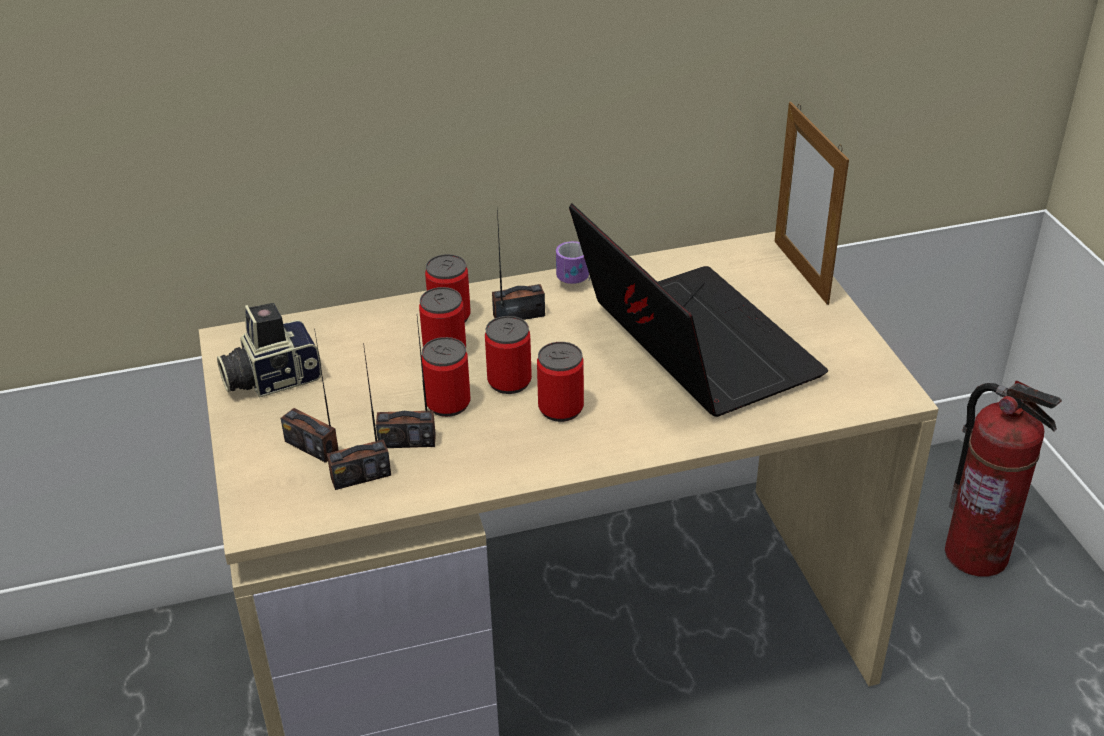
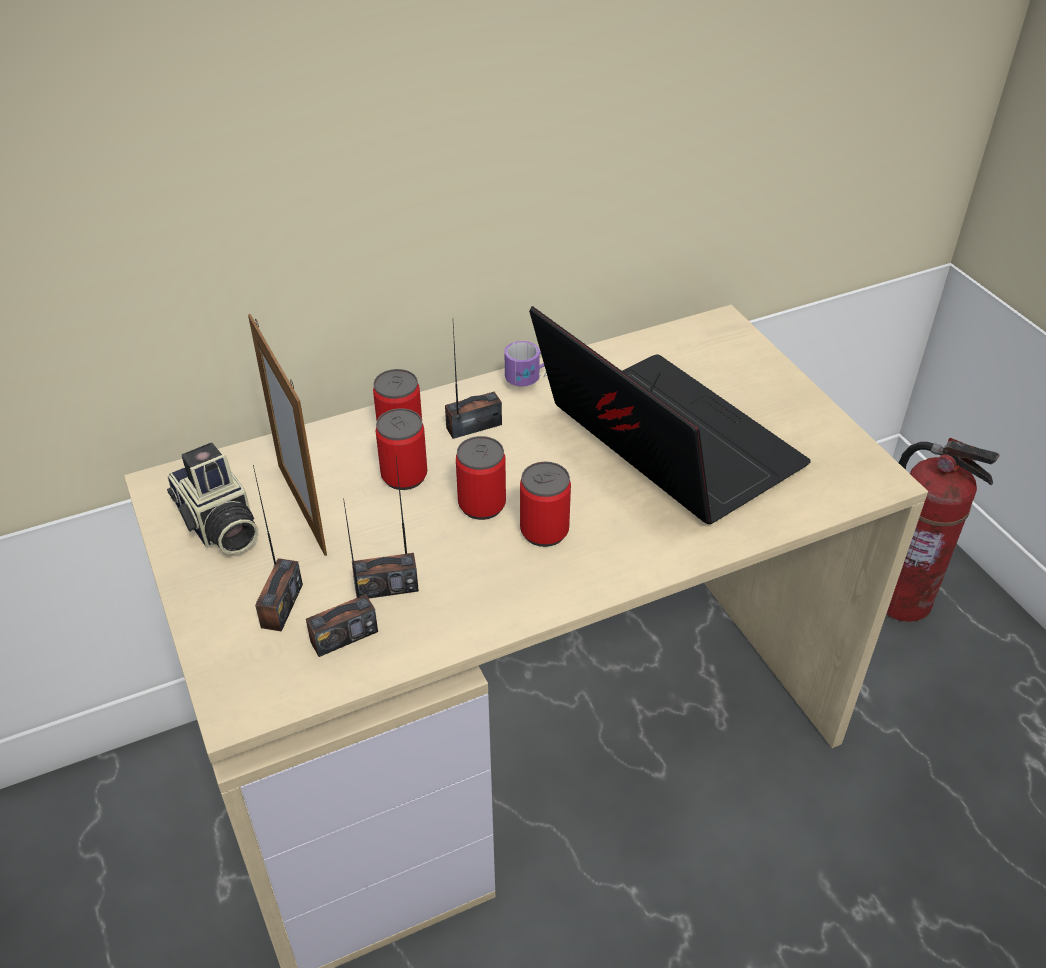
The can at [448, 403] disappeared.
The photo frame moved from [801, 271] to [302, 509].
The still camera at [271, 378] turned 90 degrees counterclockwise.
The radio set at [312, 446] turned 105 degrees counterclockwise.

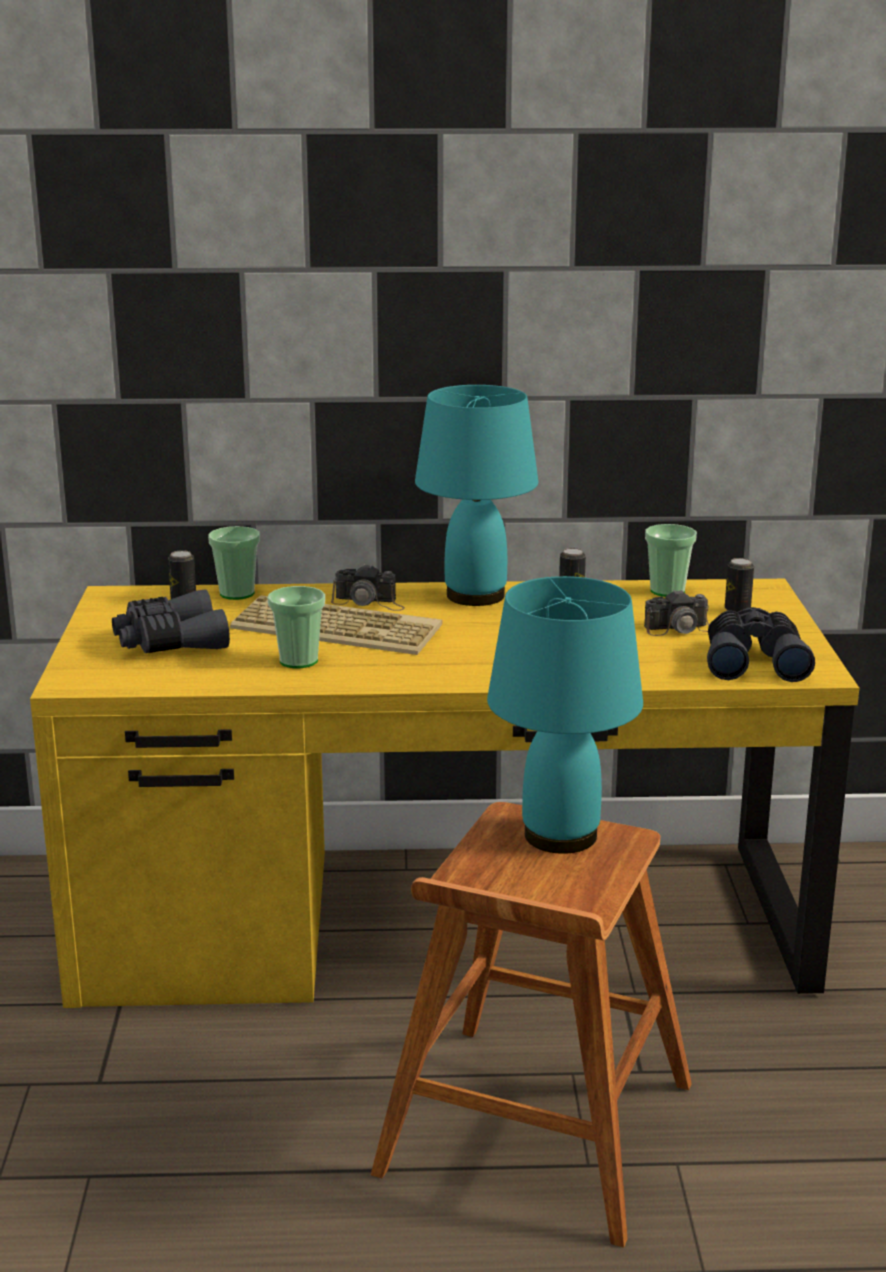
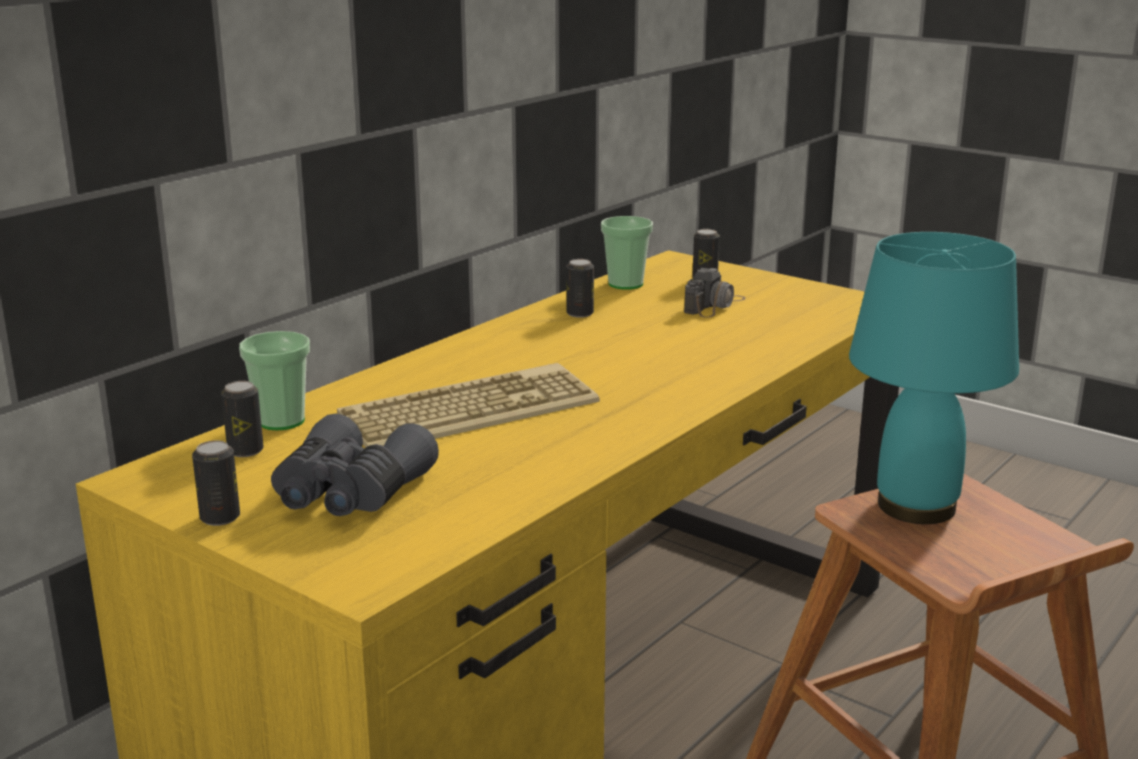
The drinking cup at [298, 661] disappeared.
The still camera at [369, 602] disappeared.
The blue-green table lamp at [476, 595] disappeared.
The gray binoculars at [754, 661] disappeared.
The can at [220, 518] appeared.

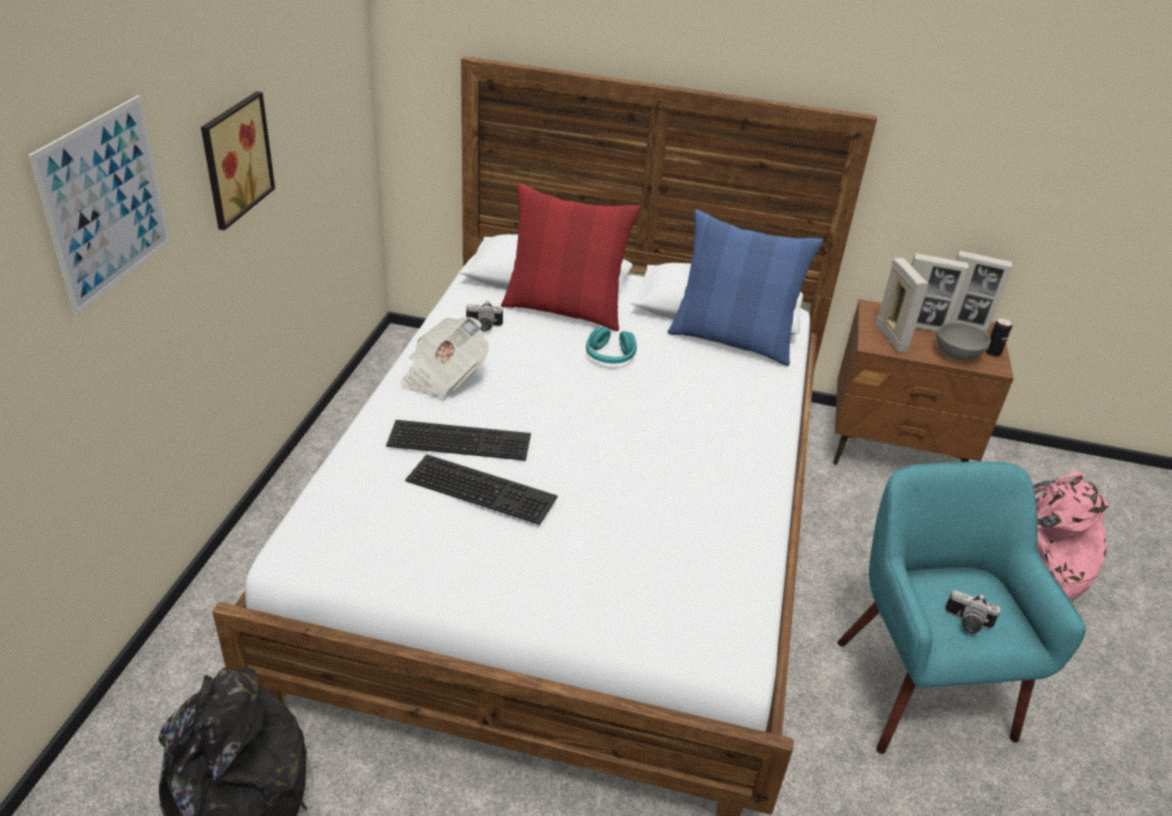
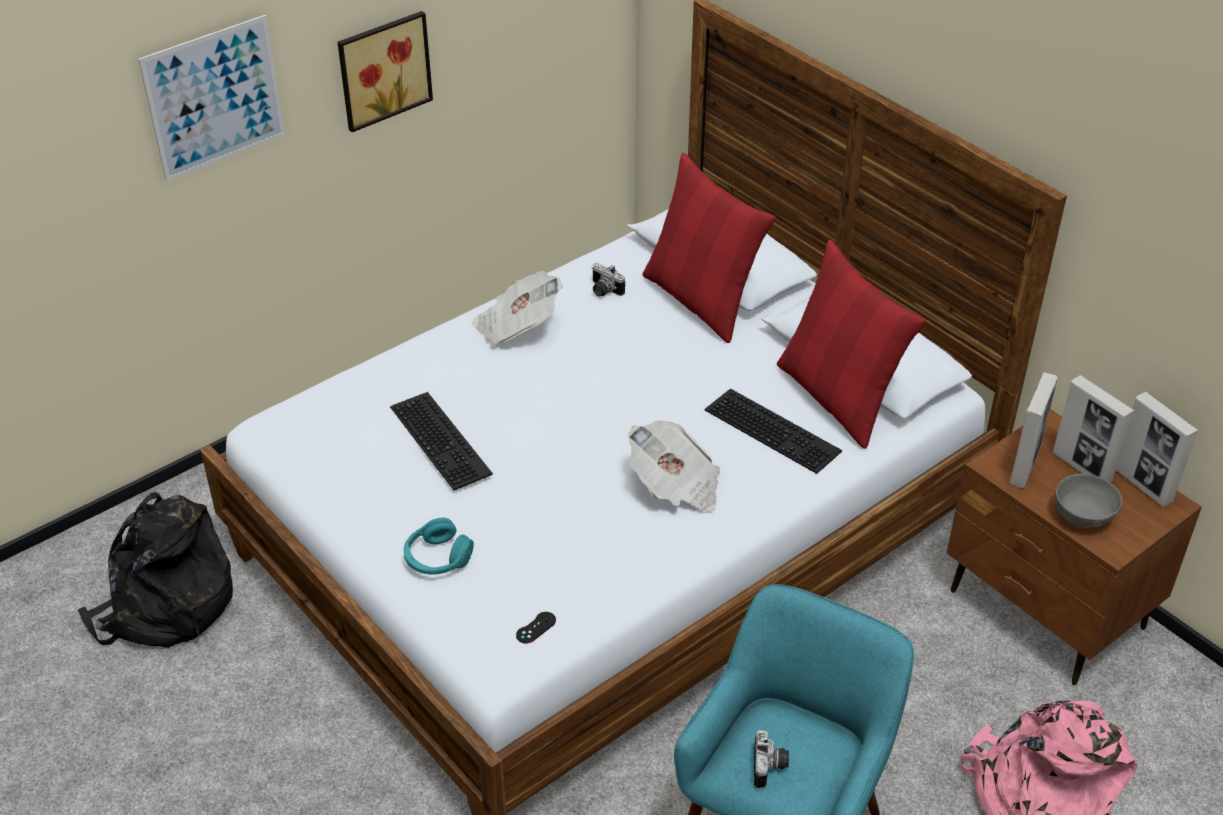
The can at [993, 352] disappeared.
The blackish joypad at [536, 628] appeared.
The newspaper at [675, 486] appeared.
The keyboard moved from [461, 439] to [775, 430].
The blue-green headphones moved from [609, 356] to [437, 558].
The bluish throw pillow at [732, 340] became the red-coloured throw pillow at [837, 398].
The still camera at [967, 623] turned 150 degrees counterclockwise.

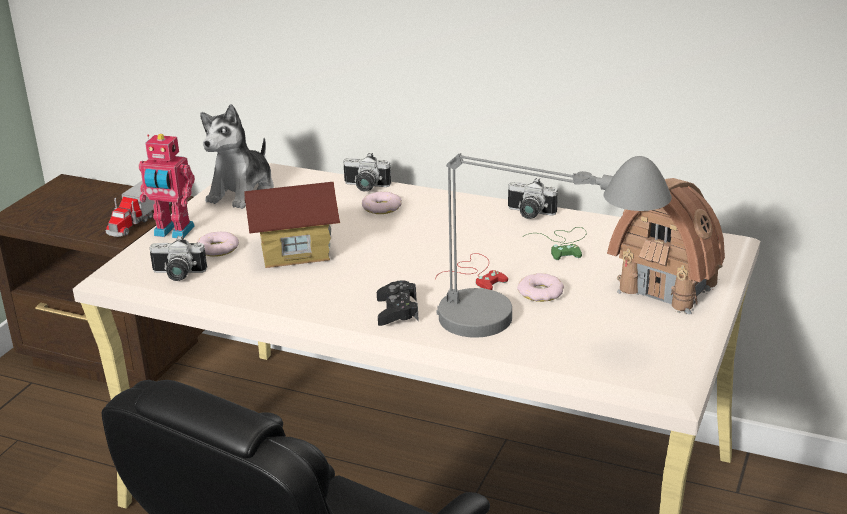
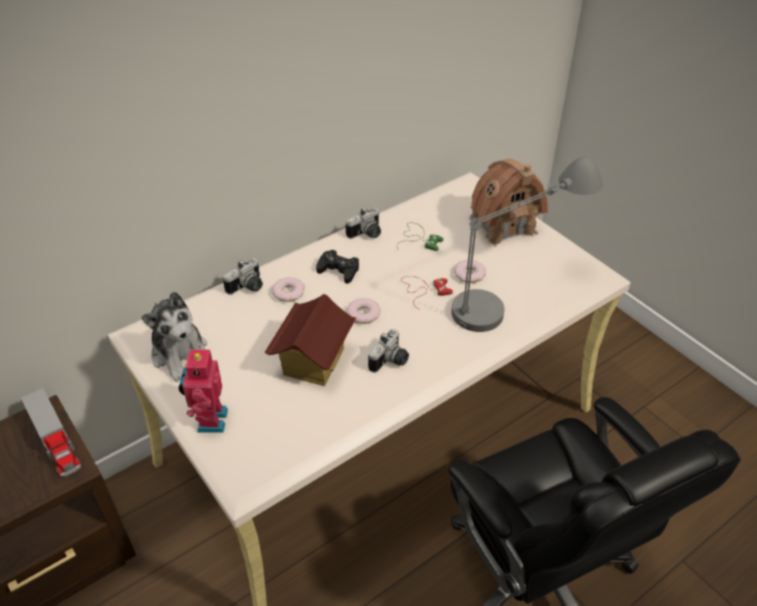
The still camera moved from [177, 275] to [391, 361].
The ring doughnut moved from [217, 248] to [363, 314].
The blackish joypad moved from [397, 311] to [338, 270].
The model robot at [173, 232] turned 135 degrees clockwise.

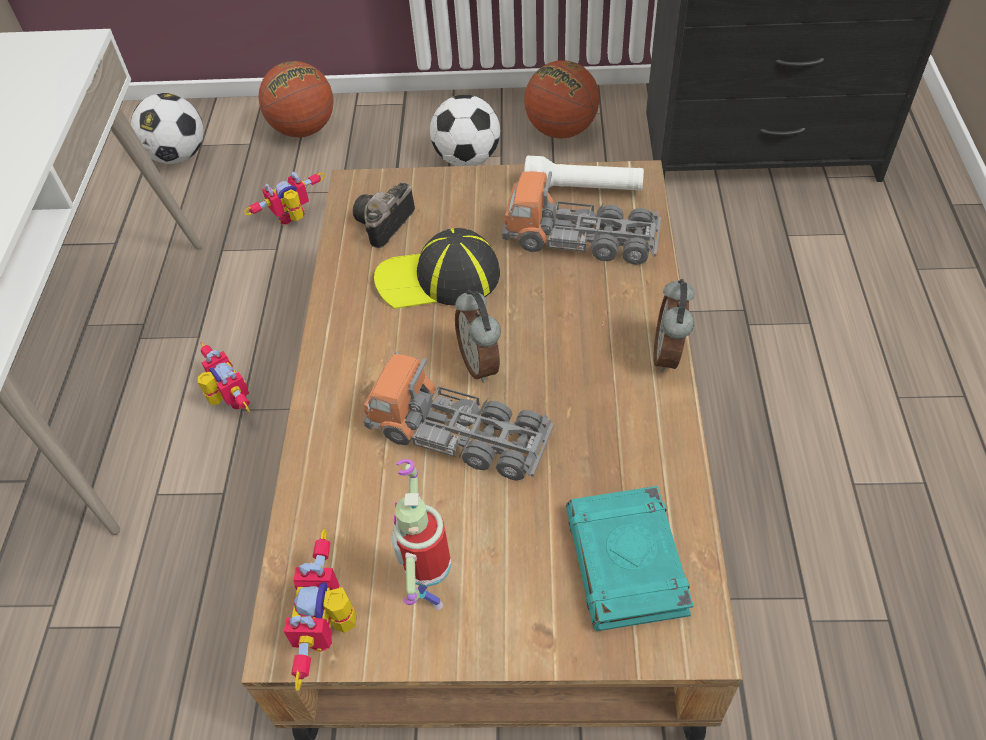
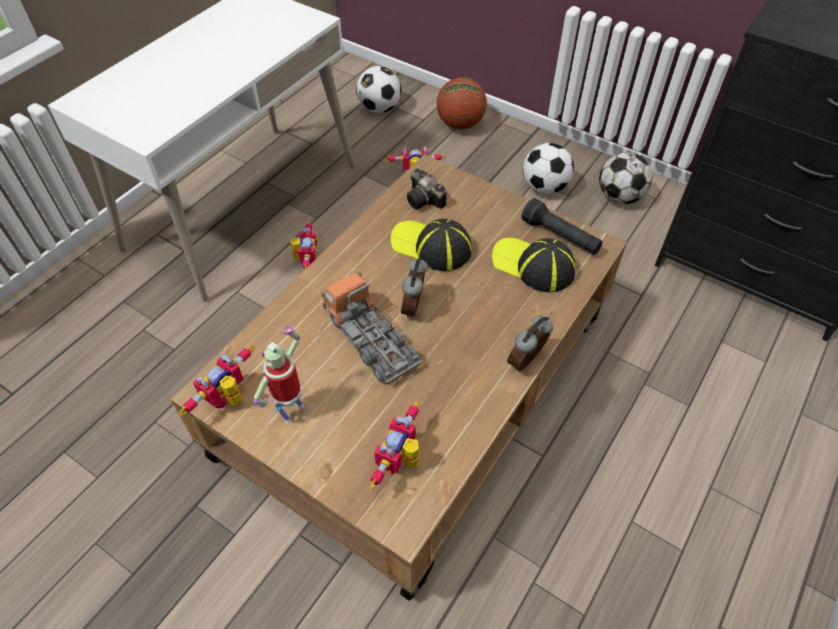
The model truck at [581, 239] was replaced by the peaked cap at [533, 266].
The basketball ball at [561, 130] was replaced by the football ball at [619, 197].
The blue-green book at [627, 563] was replaced by the model robot at [401, 462].
The white torch at [583, 190] became the blackish torch at [560, 236].
The still camera at [383, 226] turned 105 degrees counterclockwise.

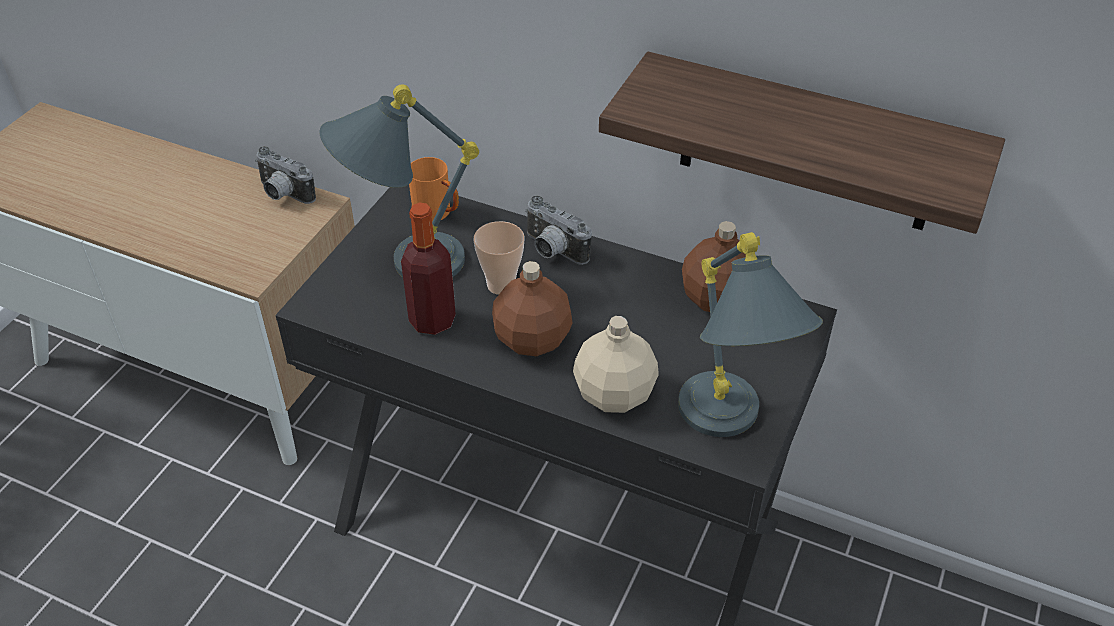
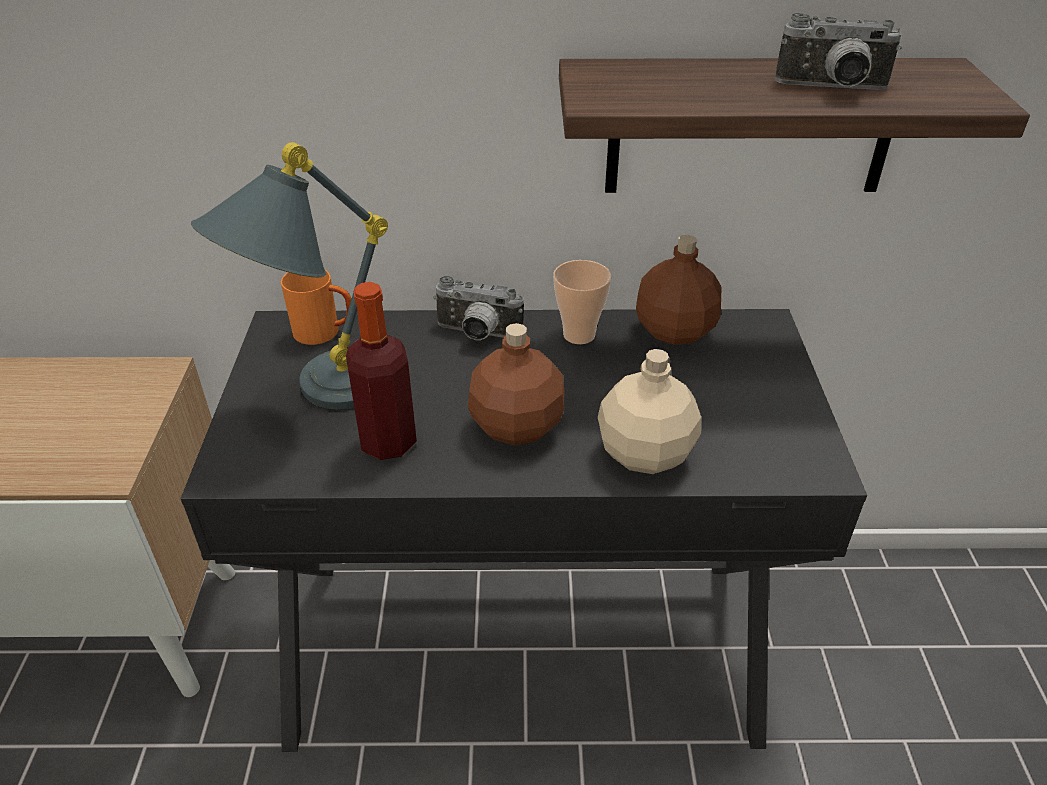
The gray table lamp at [729, 429] disappeared.
The still camera moved from [283, 194] to [832, 89].
The drinking cup moved from [501, 285] to [579, 335].

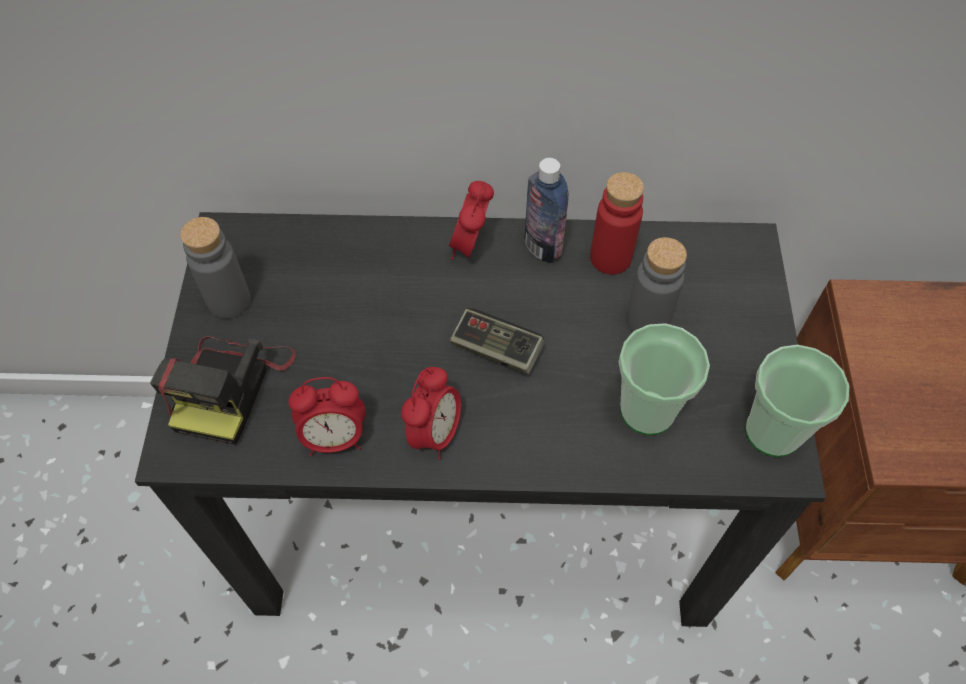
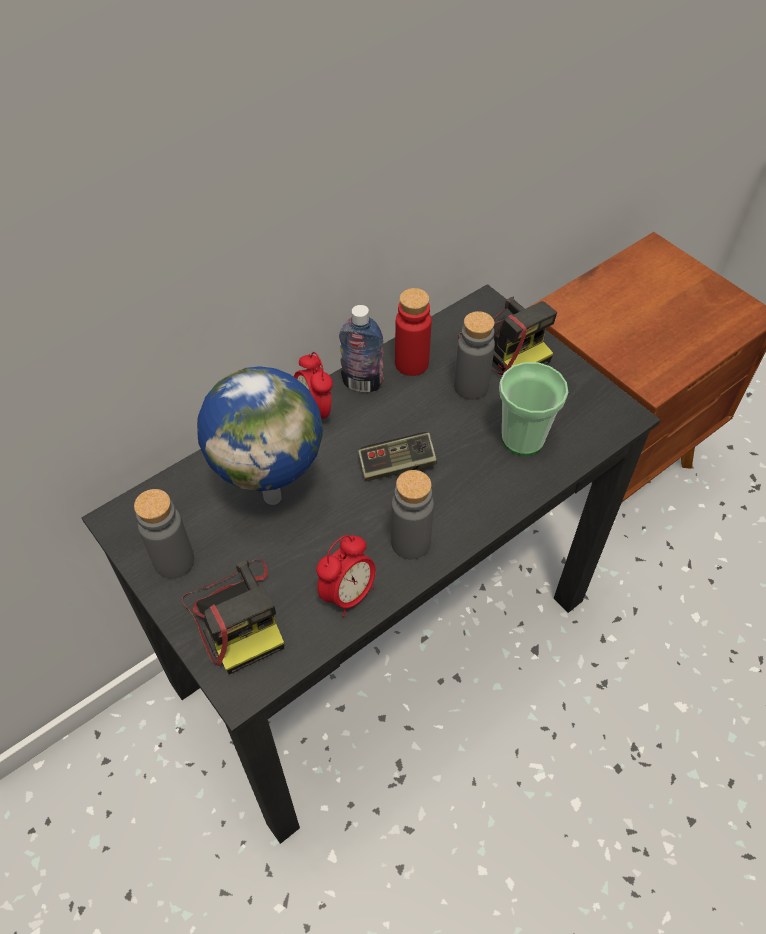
The drinking cup at [773, 431] disappeared.
The desk globe at [273, 495] appeared.
The still camera at [505, 344] appeared.
The alarm clock at [435, 433] was replaced by the gray drink bottle at [410, 542].

